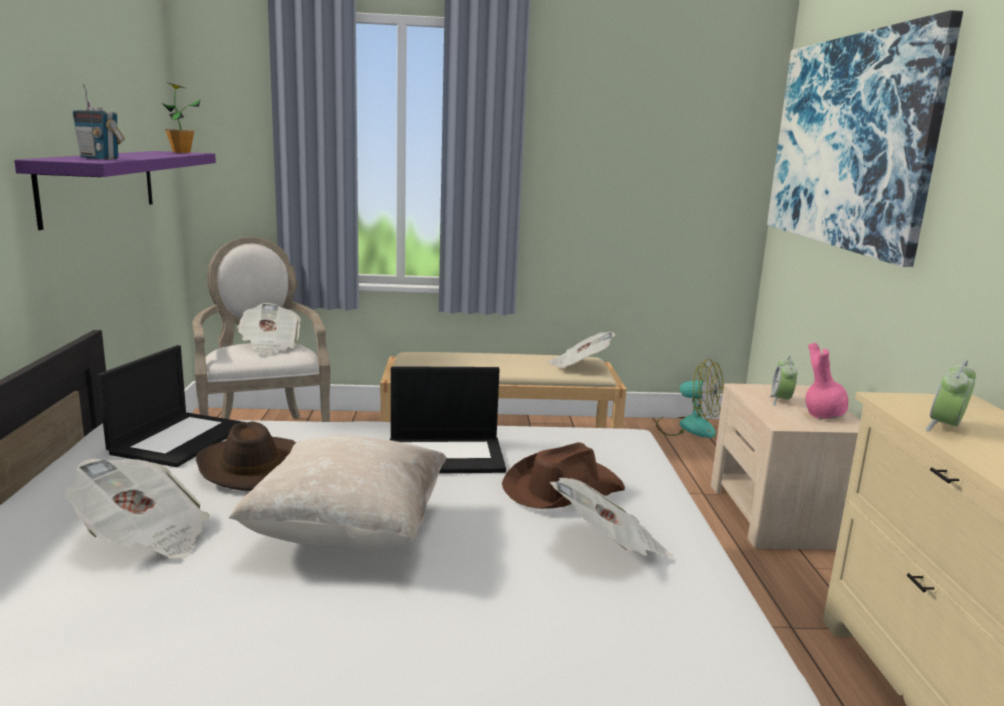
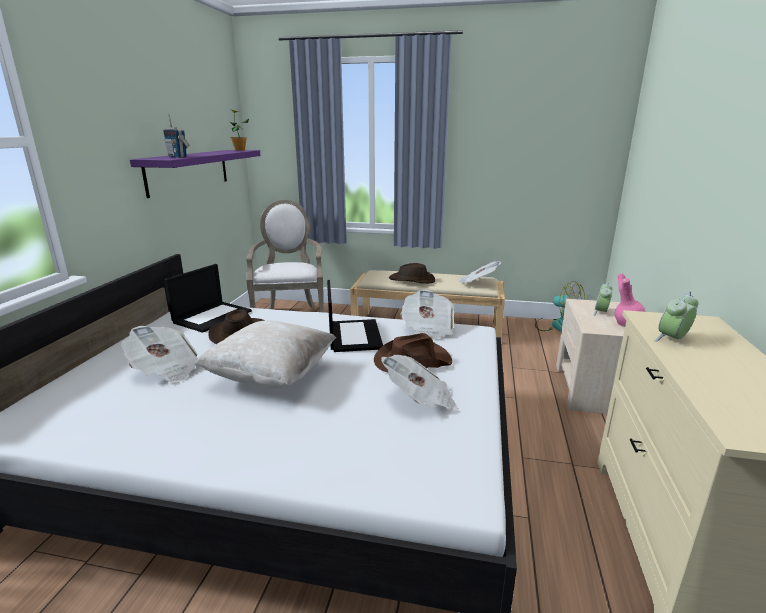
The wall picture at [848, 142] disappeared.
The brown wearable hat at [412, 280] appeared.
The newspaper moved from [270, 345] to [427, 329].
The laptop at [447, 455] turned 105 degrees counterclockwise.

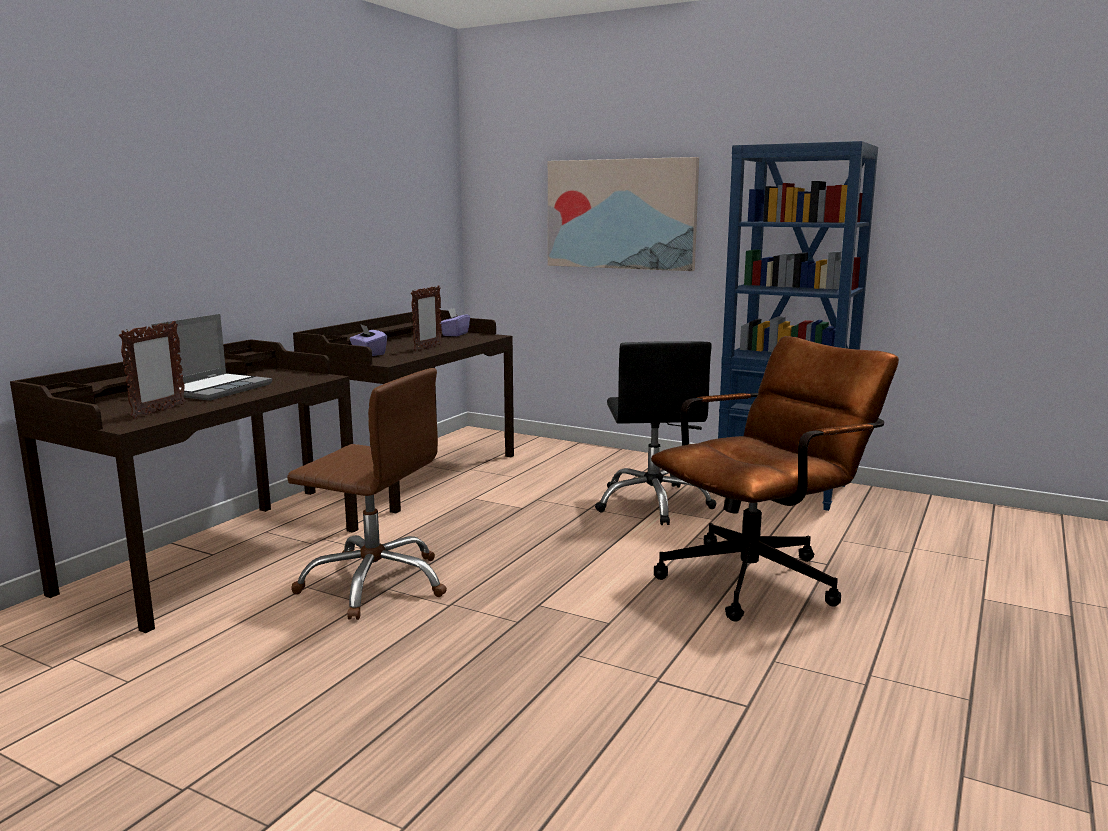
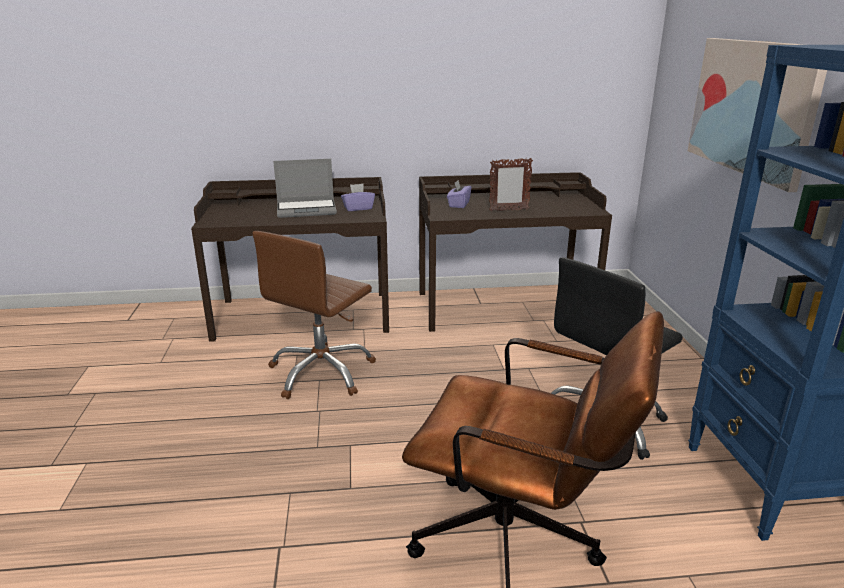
The photo frame at [158, 411] disappeared.
The purplish tissue holder moved from [455, 334] to [358, 208].
The brown desk chair at [375, 583] turned 45 degrees clockwise.

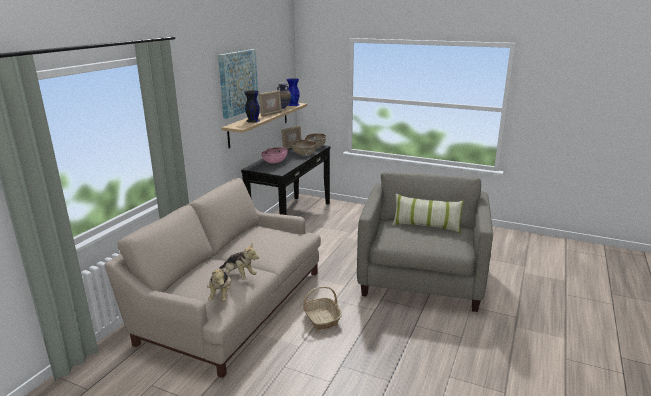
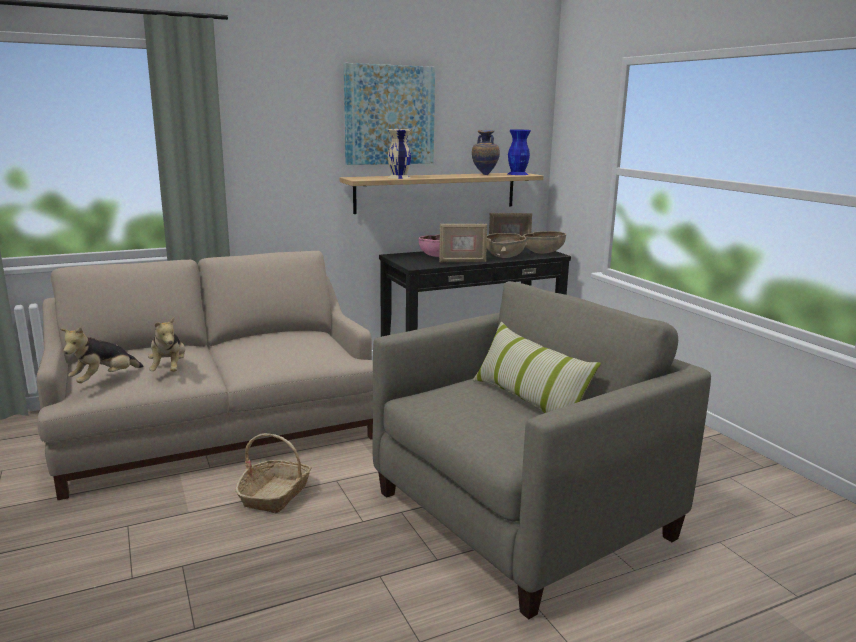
The photo frame moved from [270, 114] to [462, 261].
The blackish vase at [253, 120] became the beige-coloured vase at [398, 177].

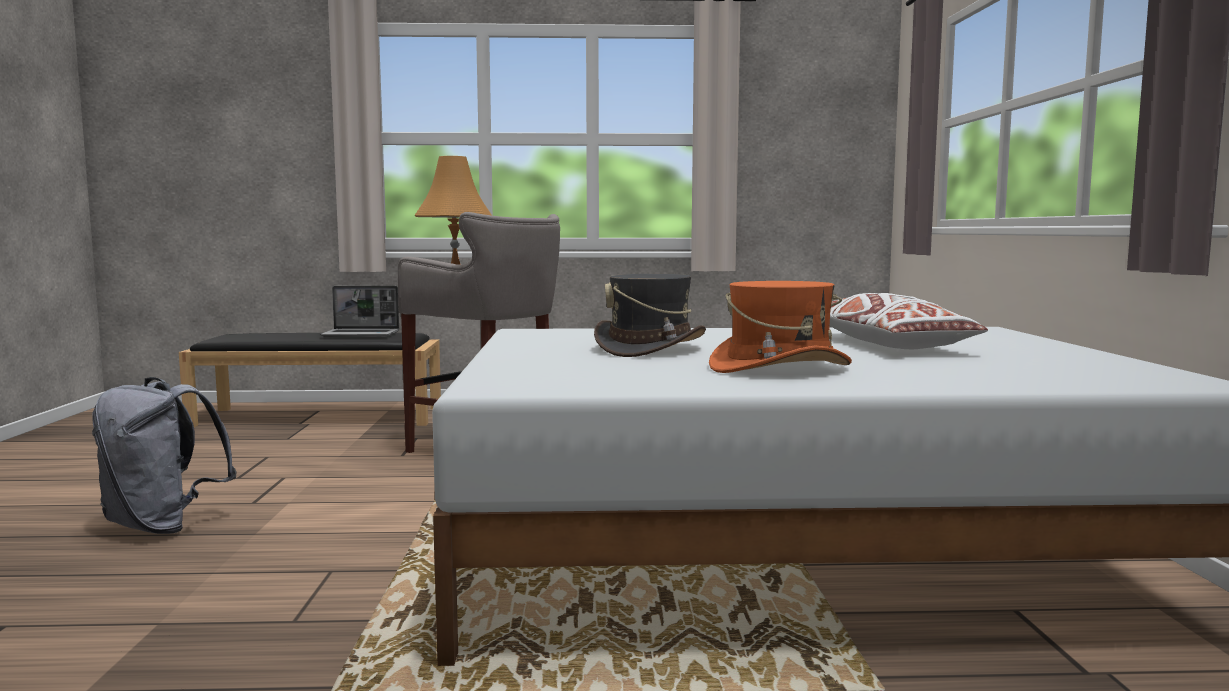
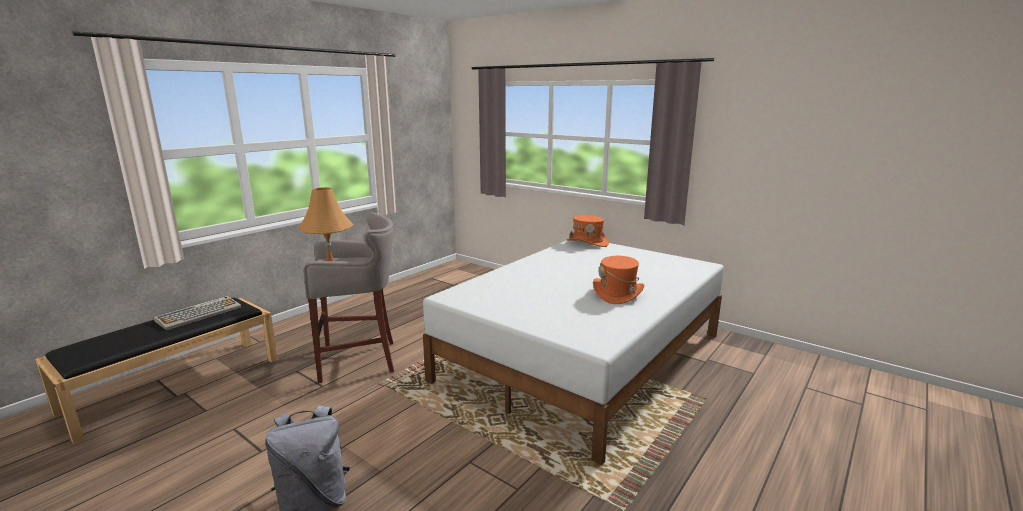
The gray wearable hat at [650, 349] disappeared.
The white throw pillow at [887, 344] disappeared.
The orange wearable hat at [587, 242] appeared.
The laptop at [362, 334] was replaced by the keyboard at [199, 313].

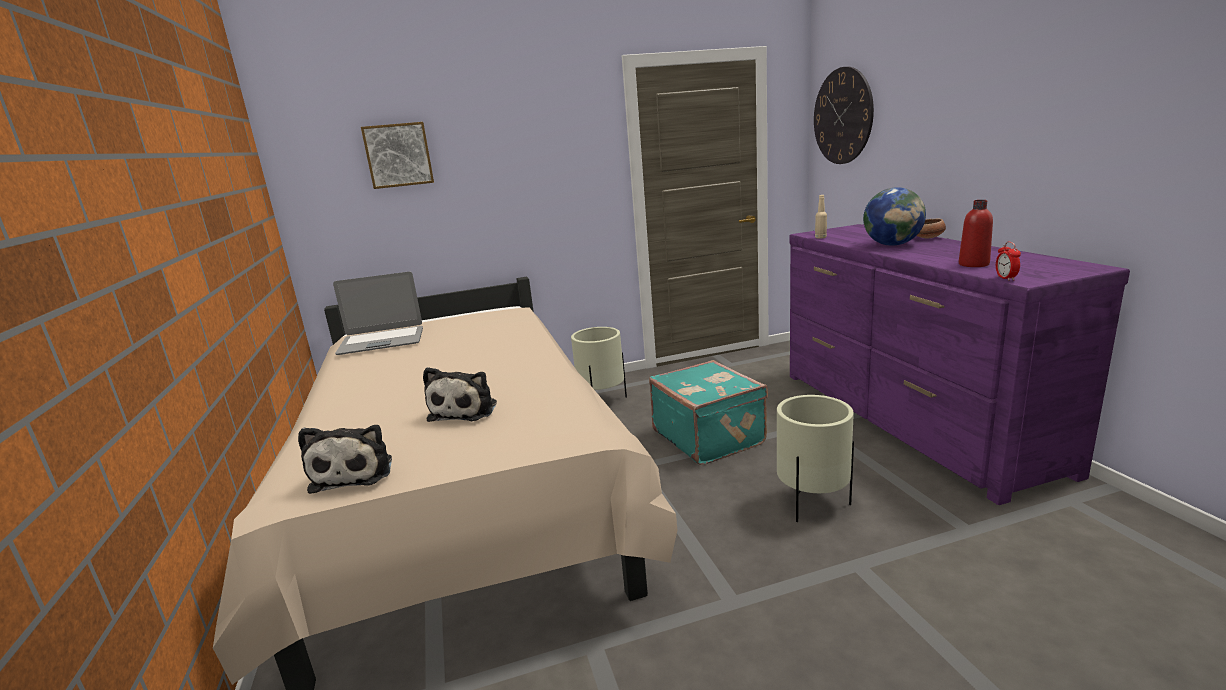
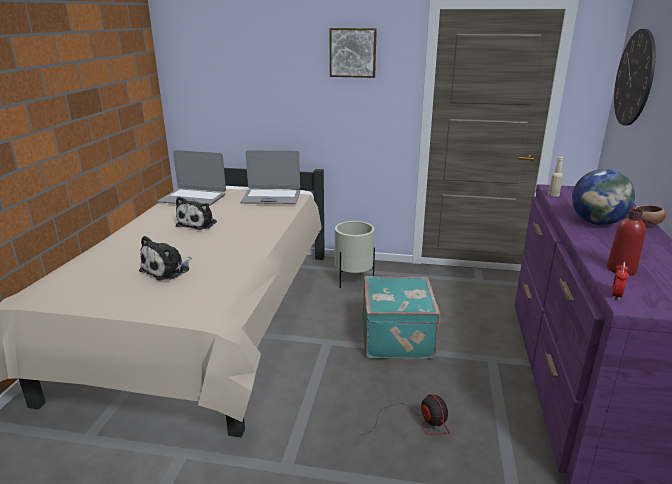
The laptop at [271, 197] appeared.
The cuddly toy moved from [355, 472] to [198, 223].
The wall picture moved from [398, 155] to [353, 52].
The beige-coloured plant pot at [813, 503] was replaced by the fan at [416, 423].

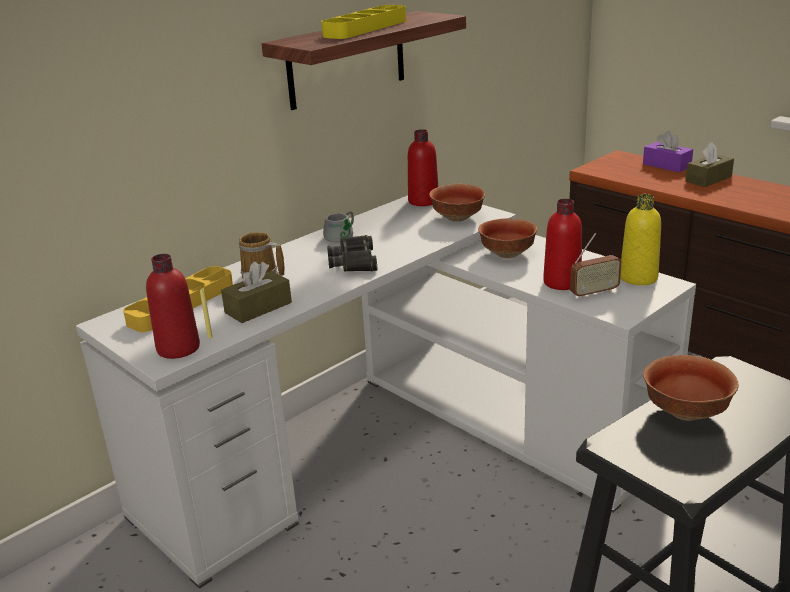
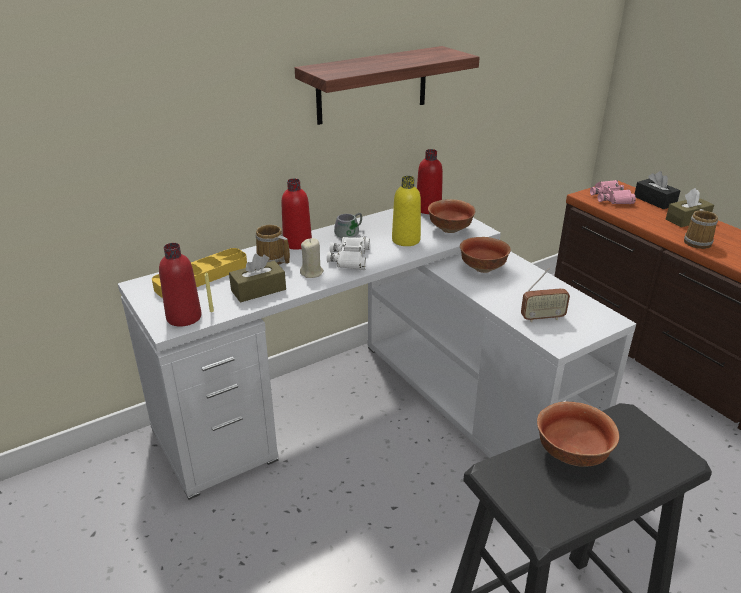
The yellowish carrying tray at [365, 28] disappeared.
The beige-coloured wax light at [312, 273] appeared.
The pink binoculars at [610, 197] appeared.
The mug at [698, 242] appeared.
The red-coloured drink bottle moved from [562, 282] to [297, 243].
The yellowish drink bottle moved from [638, 278] to [406, 240].
The blackish binoculars at [354, 261] became the white binoculars at [350, 258].
The purplish tissue holder at [666, 165] became the blackish tissue holder at [654, 201].

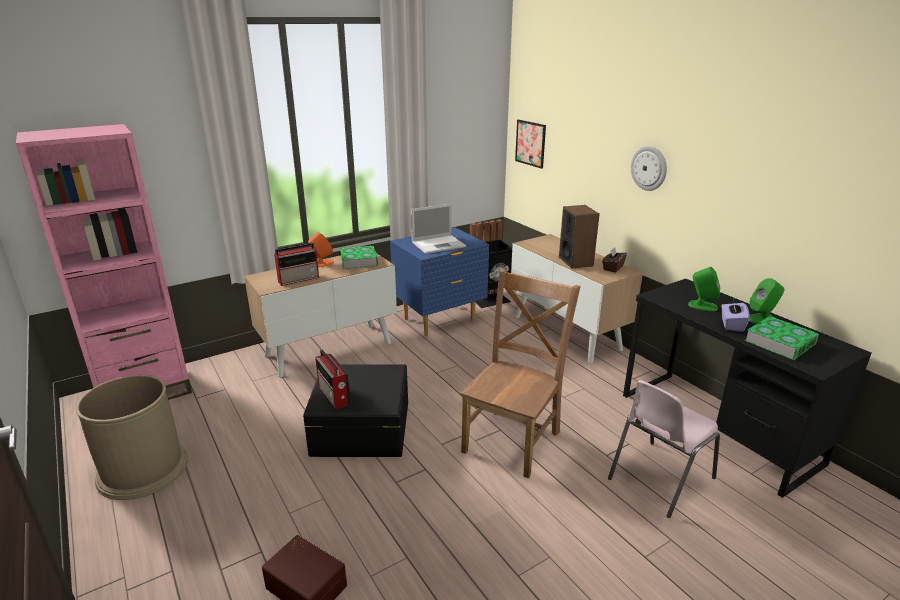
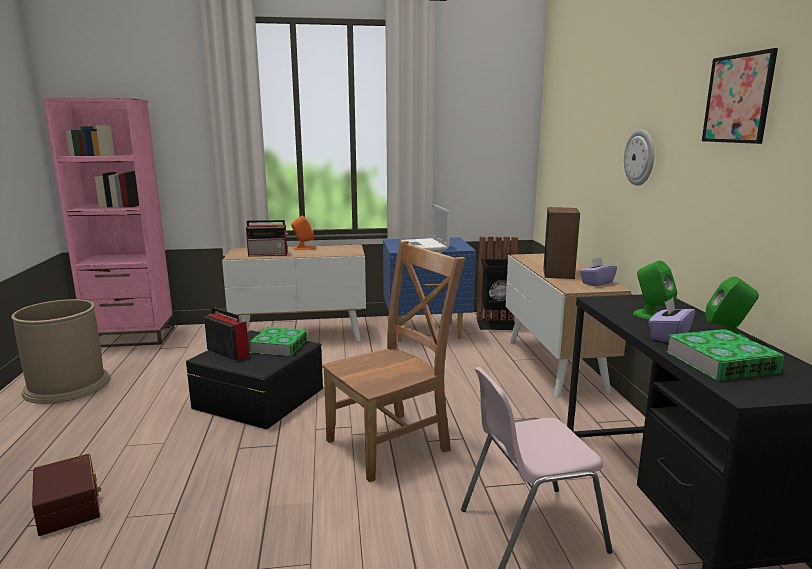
The book moved from [359, 261] to [279, 346].
The wall picture moved from [530, 143] to [738, 99].
The brown tissue holder at [612, 268] became the purplish tissue holder at [596, 283].
The radio set at [334, 396] turned 135 degrees clockwise.
The laptop at [439, 244] turned 75 degrees clockwise.

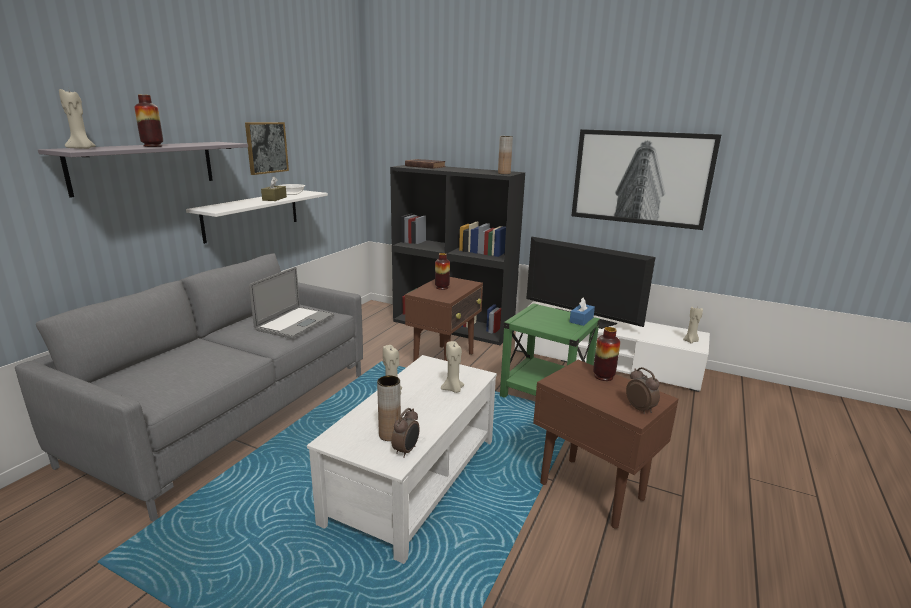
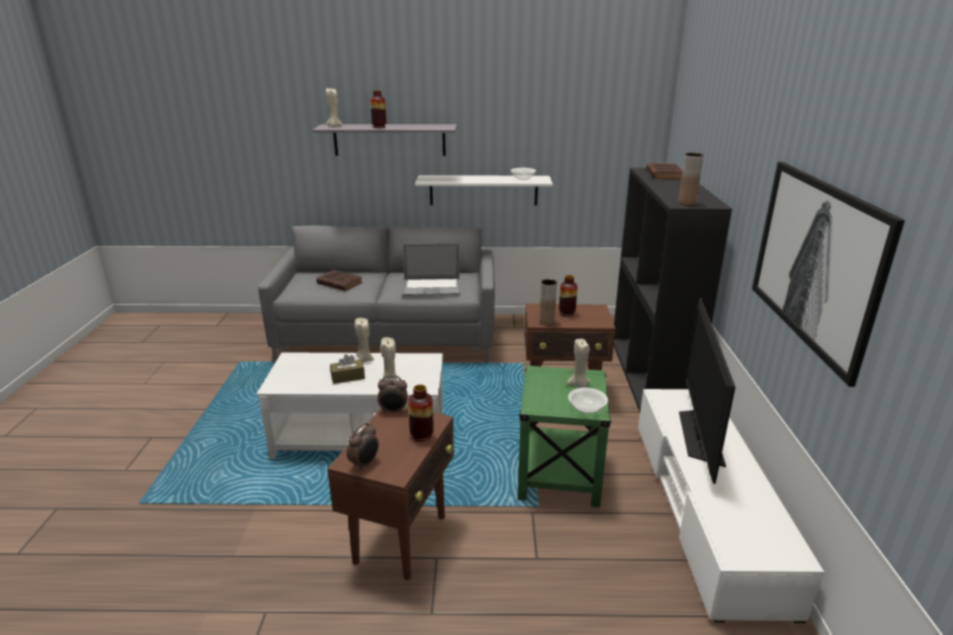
The wall picture at [266, 147] disappeared.
The brown book at [338, 283] appeared.
The brown tissue holder moved from [274, 198] to [348, 377].
The brown vase moved from [389, 435] to [546, 322].
The alarm clock moved from [406, 451] to [393, 411].
The beige-coloured wax light moved from [690, 341] to [579, 385].
The bluish tissue holder at [581, 320] was replaced by the bowl at [586, 408].

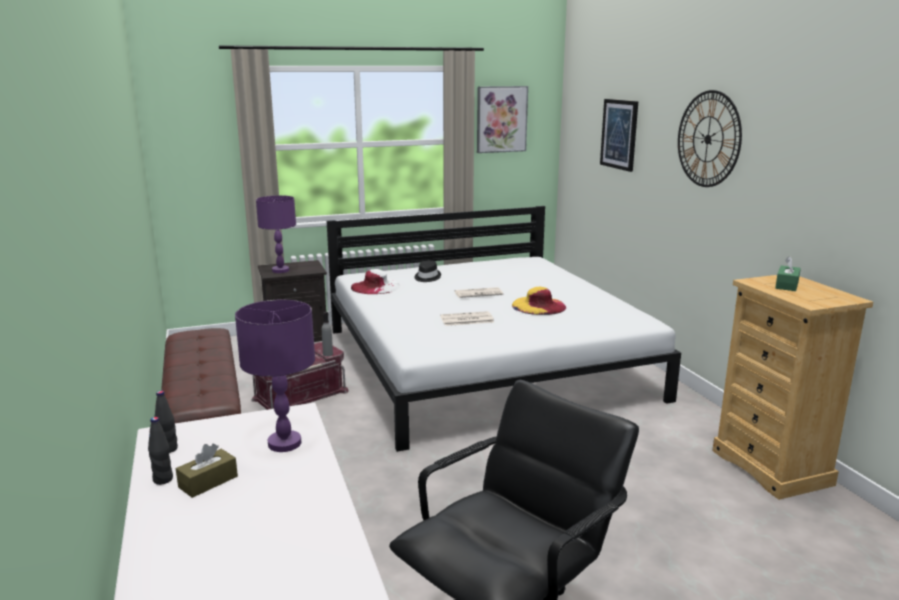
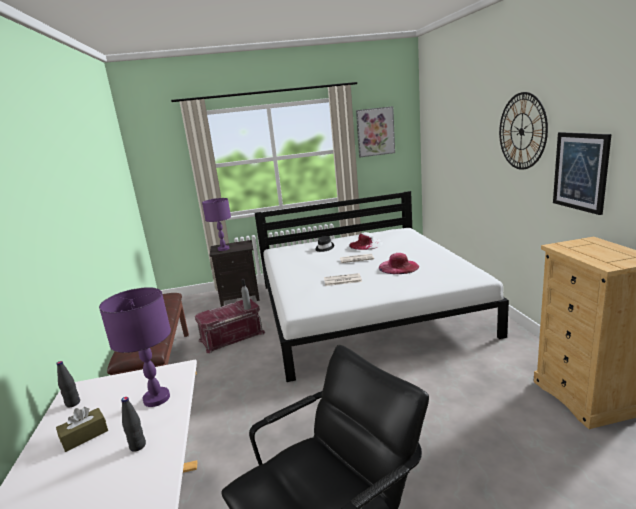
The green tissue holder at [786, 285] disappeared.
The blackish drink bottle moved from [163, 479] to [138, 446].
The white wearable hat moved from [375, 286] to [366, 244].
The wall picture moved from [619, 134] to [580, 171].
The yellowish wearable hat at [538, 306] became the pink wearable hat at [398, 267].

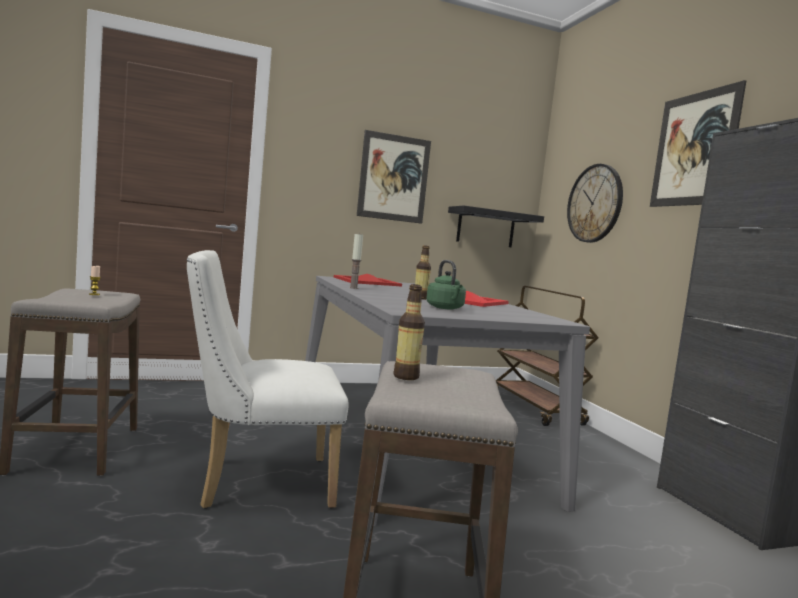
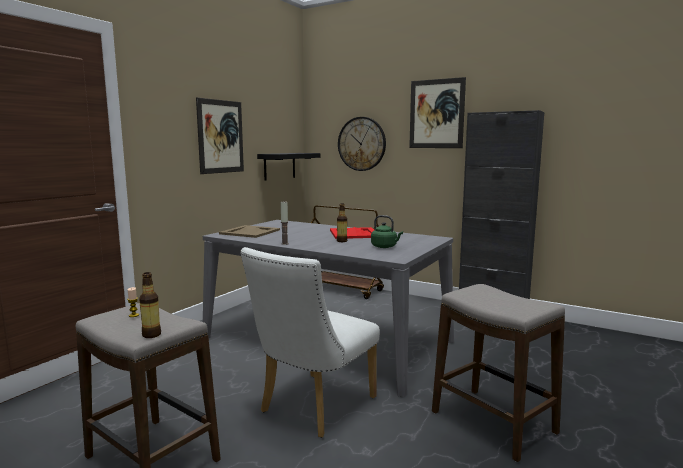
The drink bottle moved from [406, 377] to [151, 335].
The red-coloured carrying tray at [367, 281] became the beige-coloured carrying tray at [250, 232].

